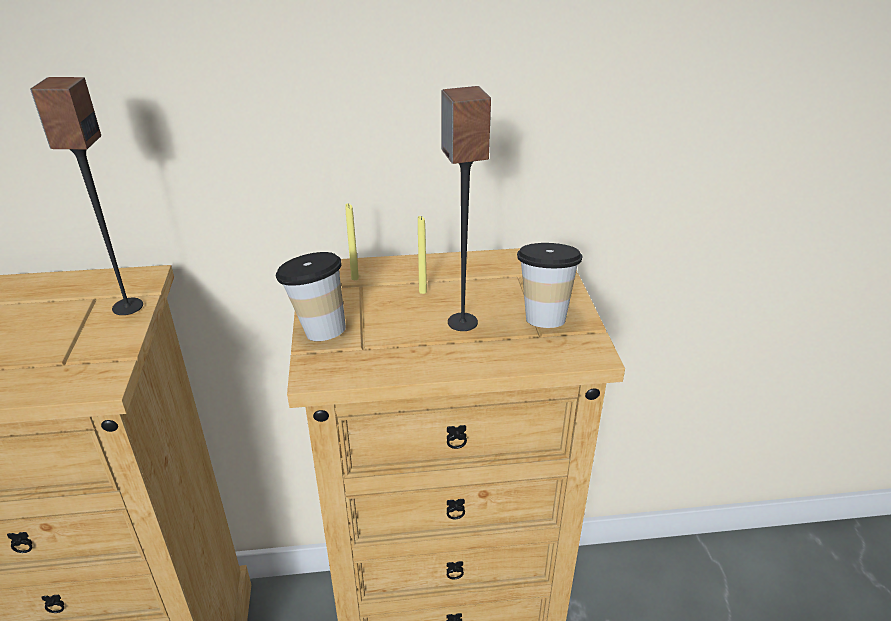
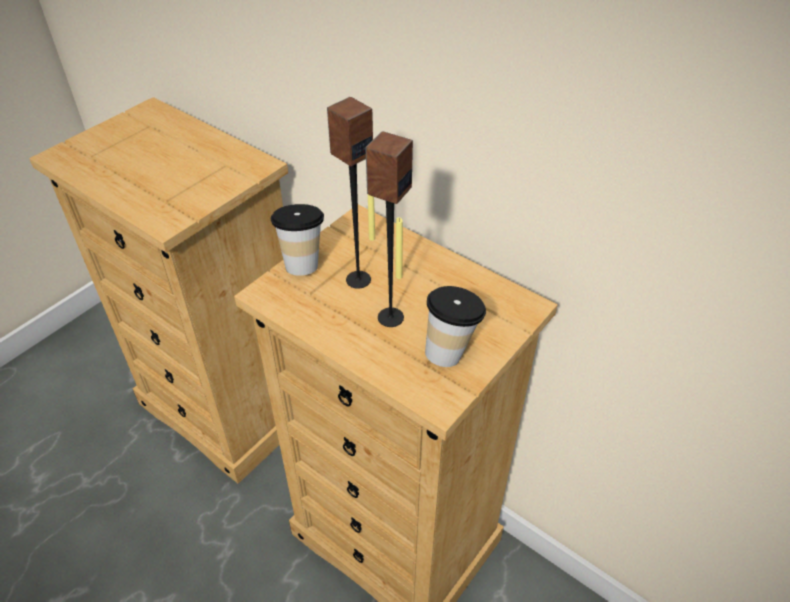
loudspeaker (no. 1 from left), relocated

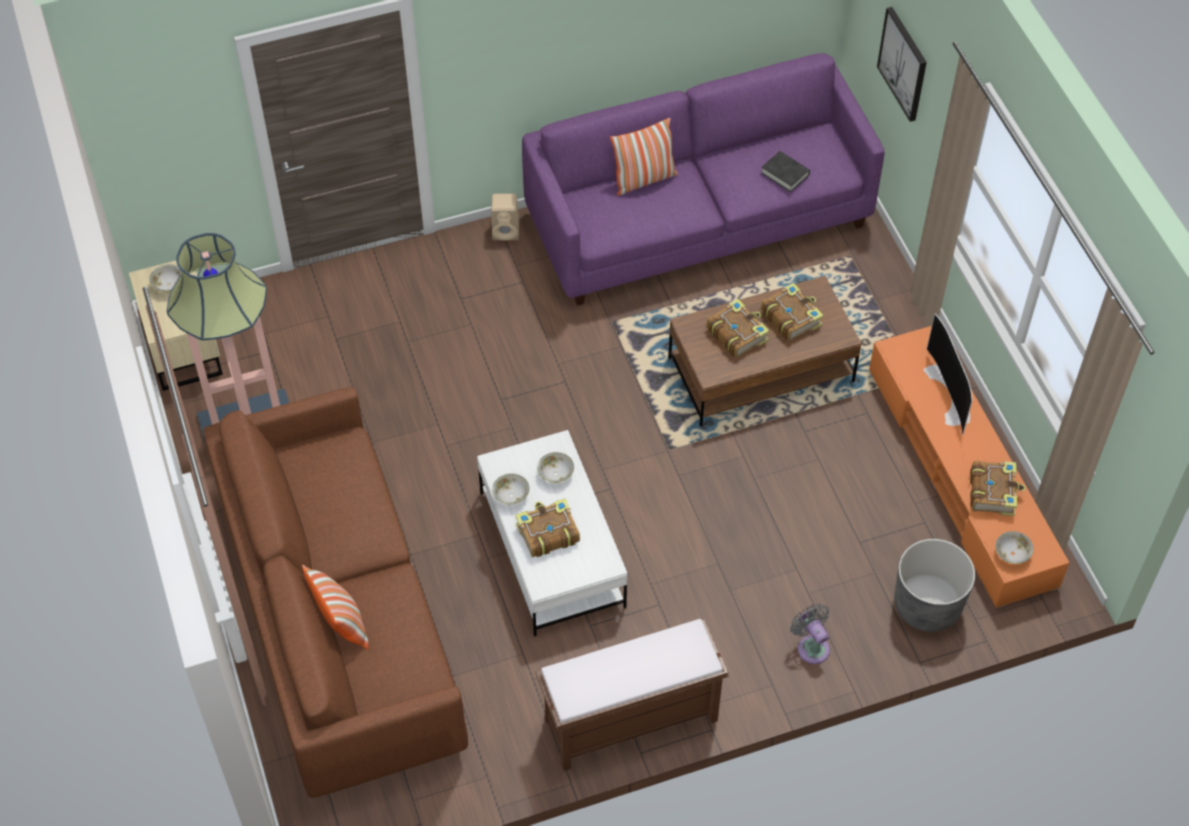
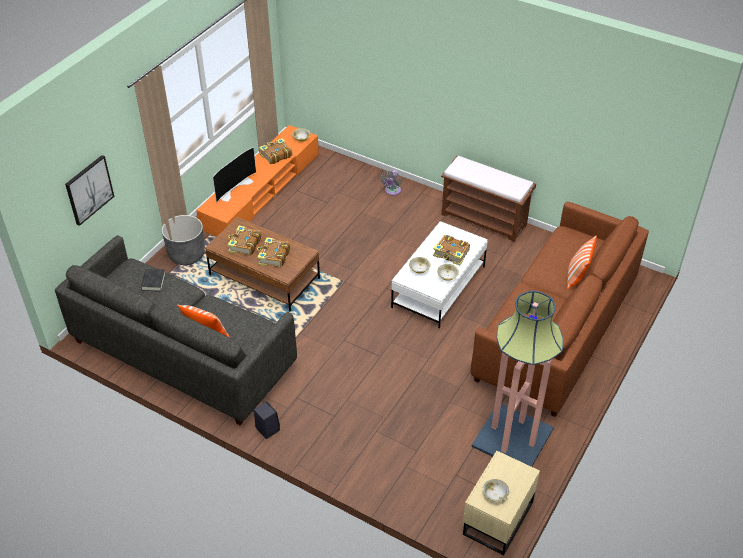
greyish planter, relocated
beige-coloured loudspeaker → blackish loudspeaker
purple-coloured sofa → greyish sofa

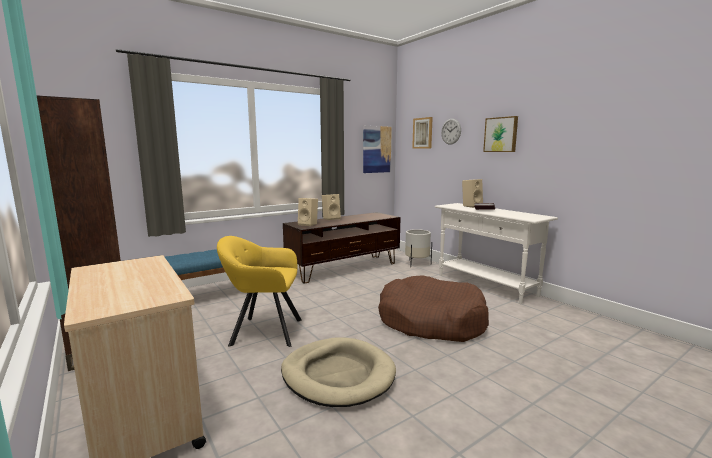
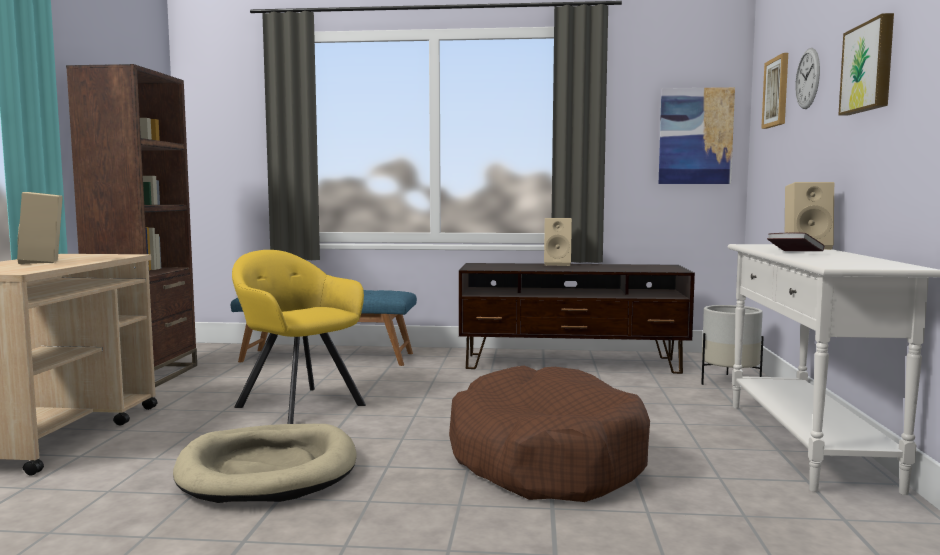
beige-coloured loudspeaker (no. 1 from left), relocated

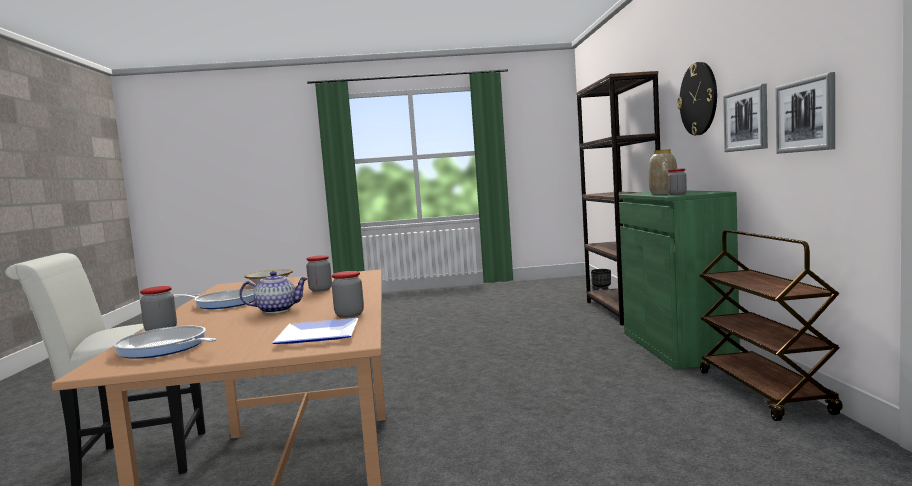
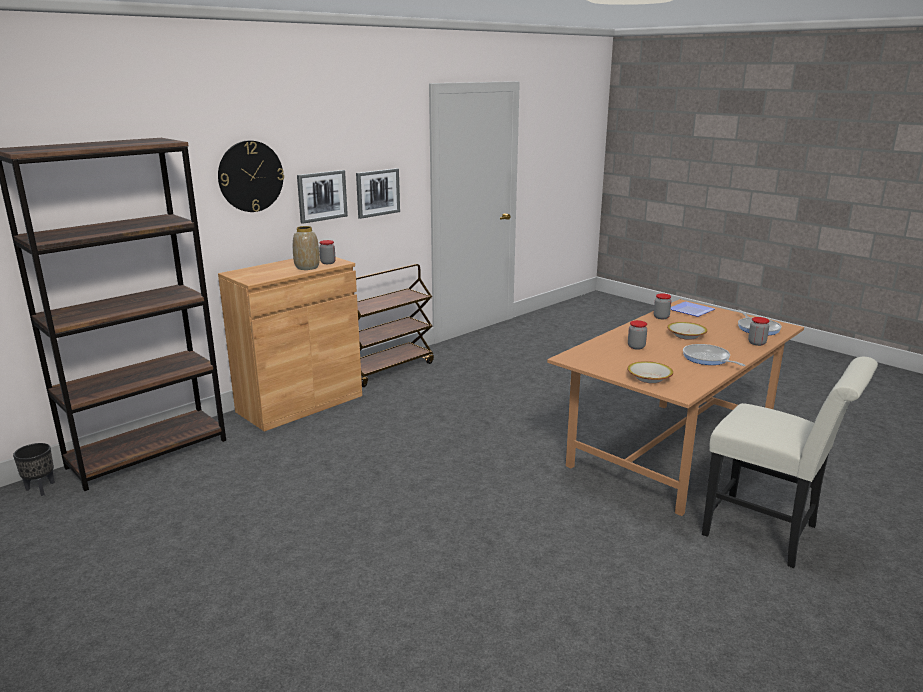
pot for tea → deep dish (no. 2 from left)
green cabinet → brown-coloured cabinet

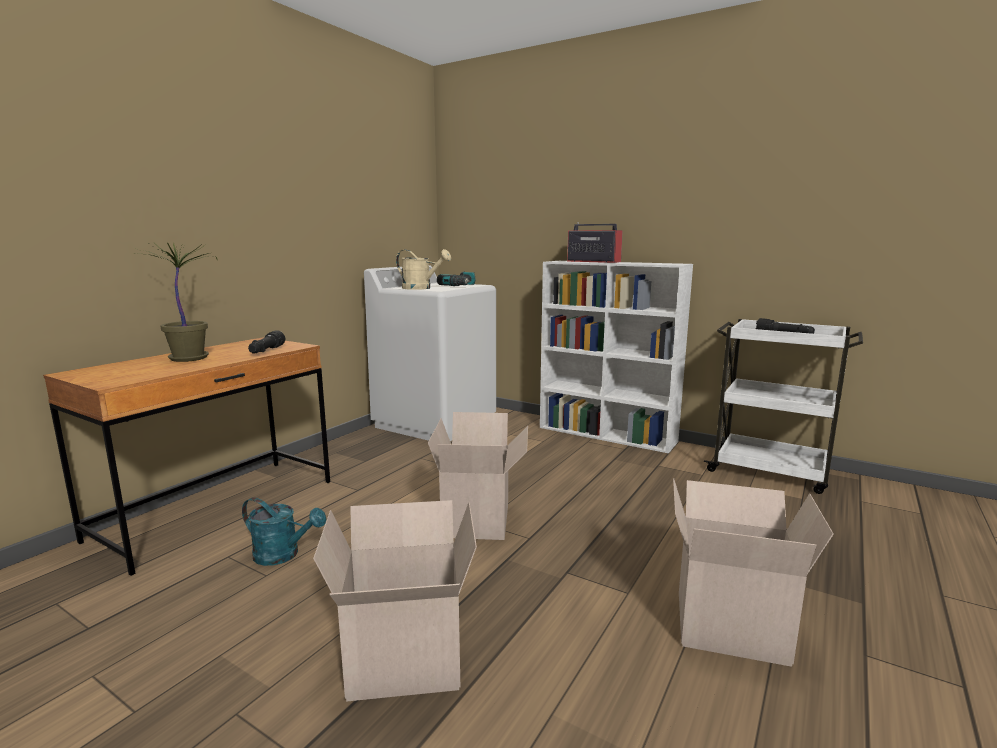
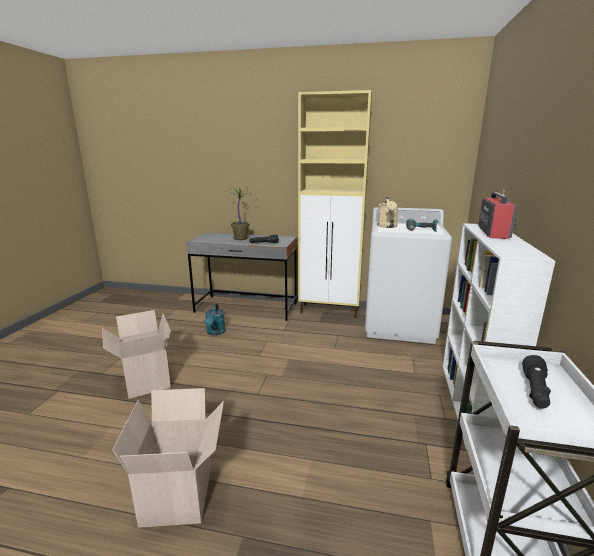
cardboard box (no. 2 from left) → -
- → beige-coloured cabinet
brown-coloured desk unit → greyish desk unit

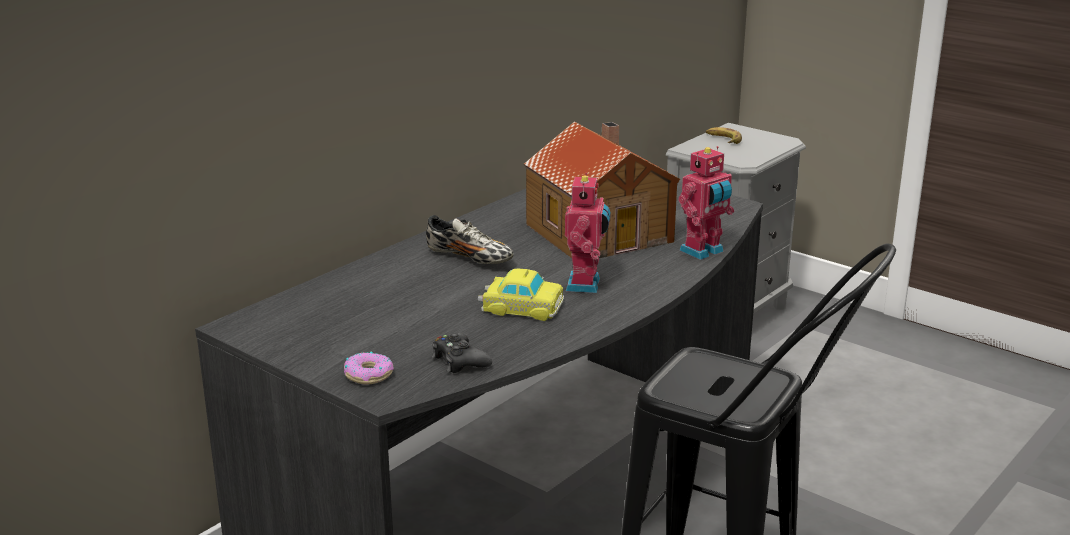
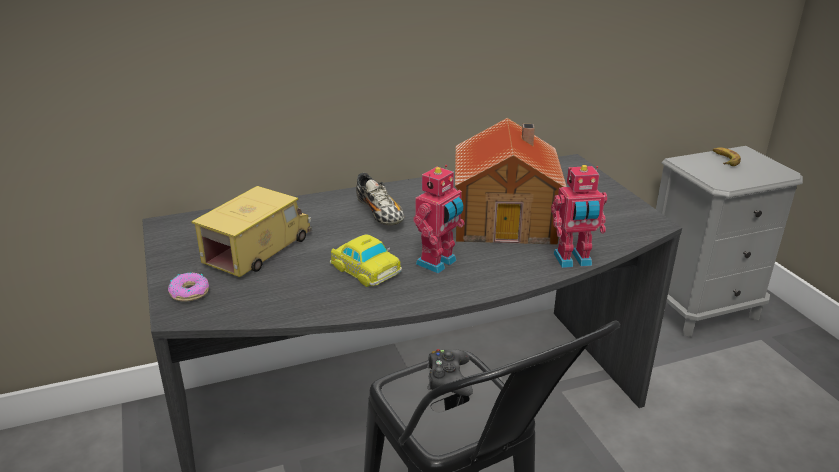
- → toy lorry
blackish gamepad, relocated

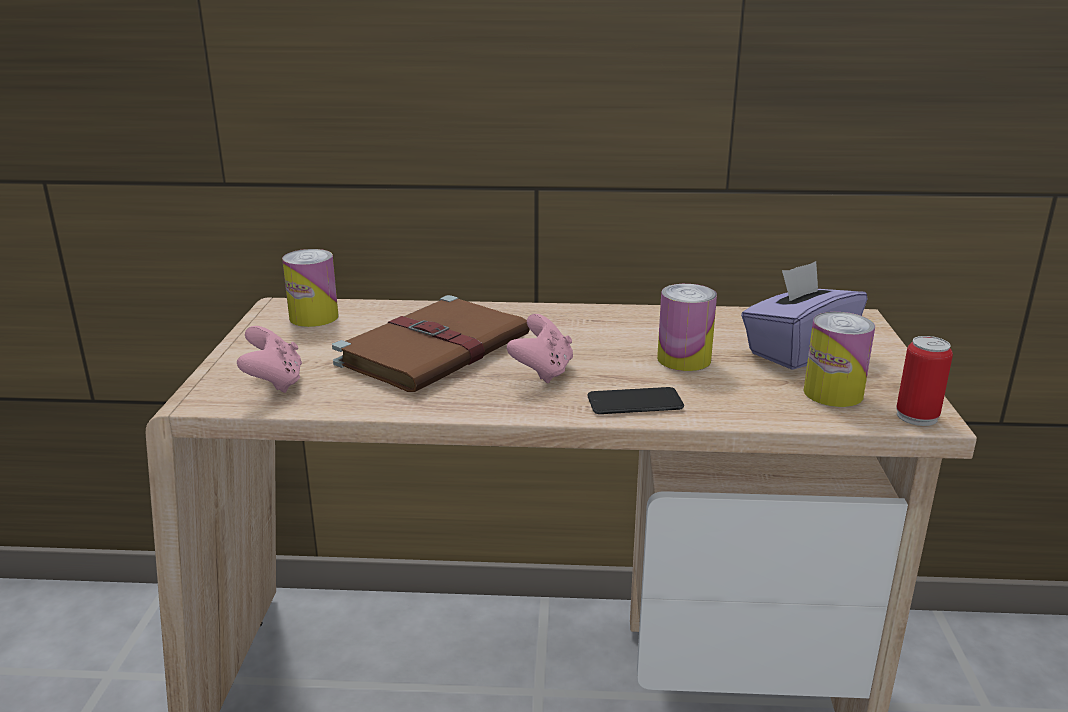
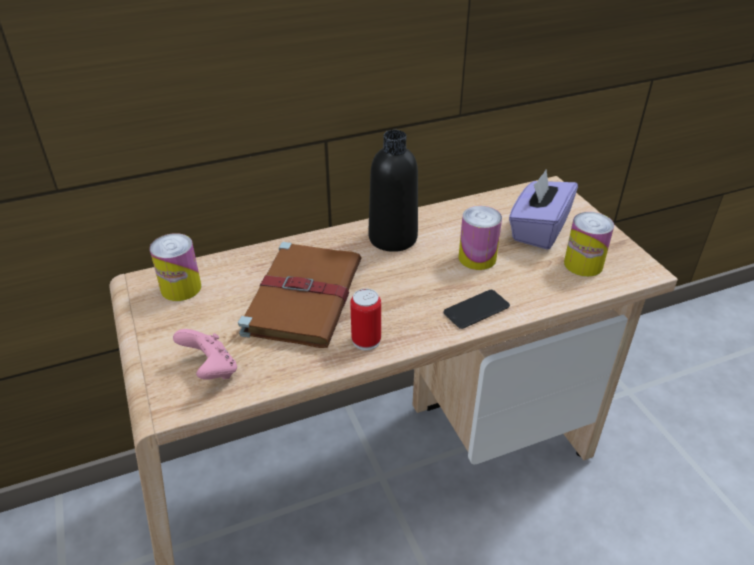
pinkish gamepad (no. 2 from left) → -
- → blackish bottle
can (no. 4 from left in the first image) → can (no. 2 from left), relocated

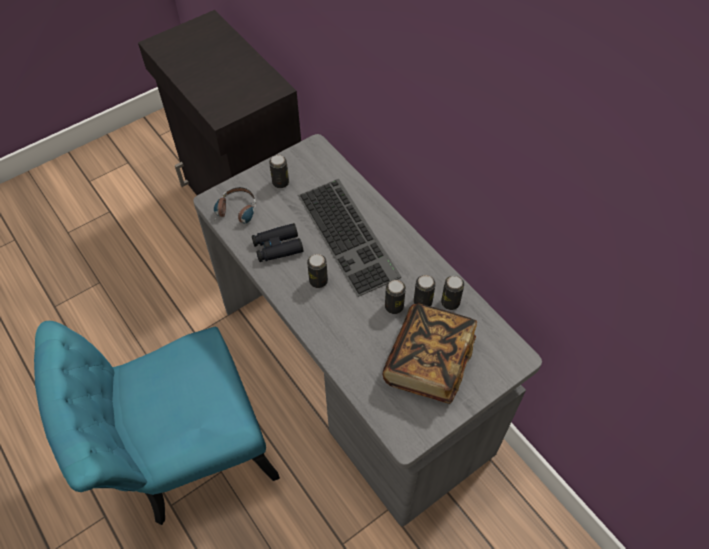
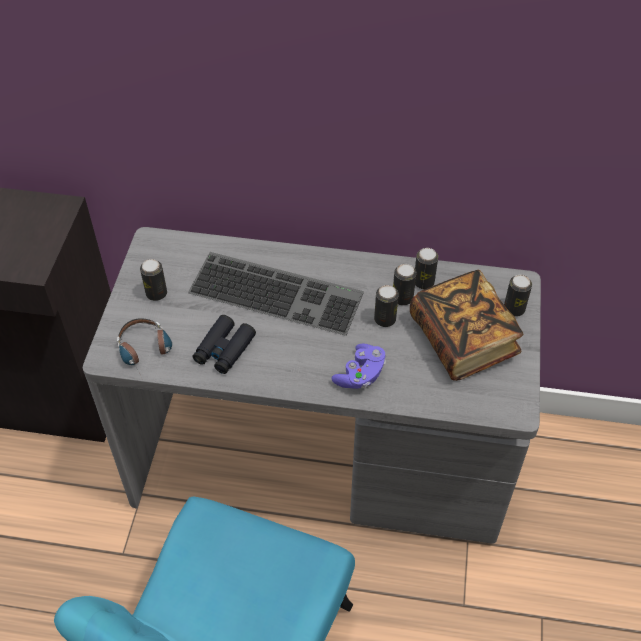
- → purple-coloured gamepad
can (no. 2 from left in the first image) → can (no. 5 from left), relocated

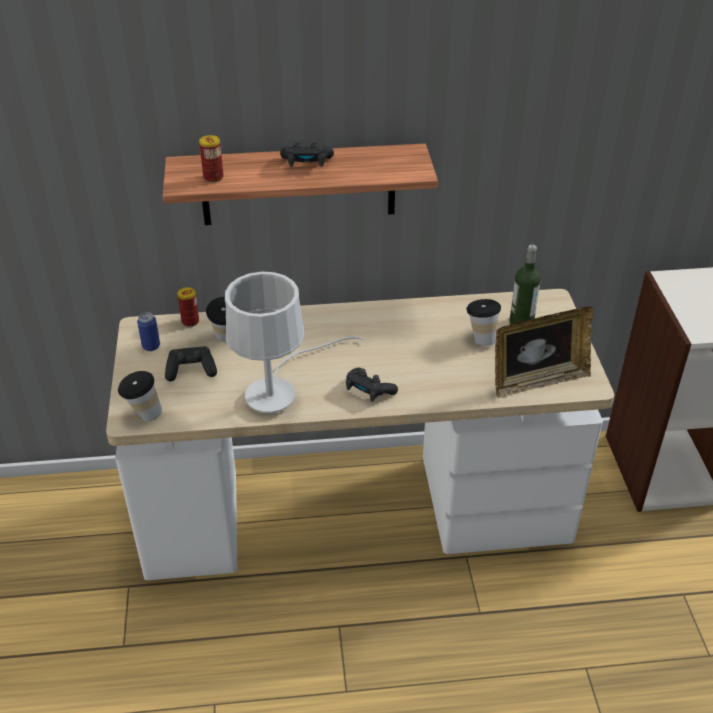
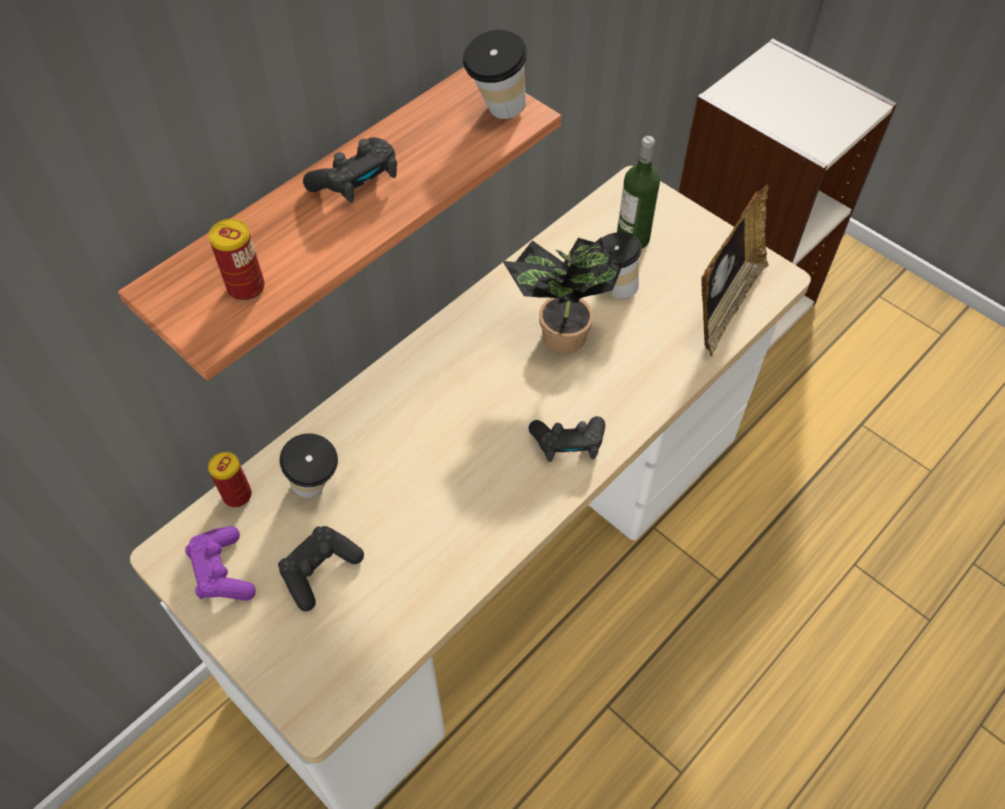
whitish tabletop lamp → -
- → houseplant
cup (no. 1 from left in the first image) → cup (no. 2 from left), relocated
can (no. 1 from left) → purple-coloured gamepad

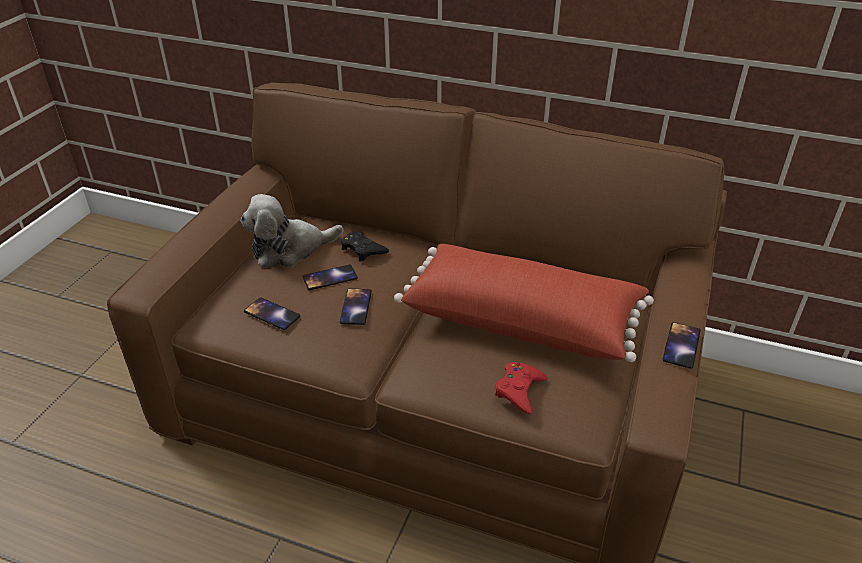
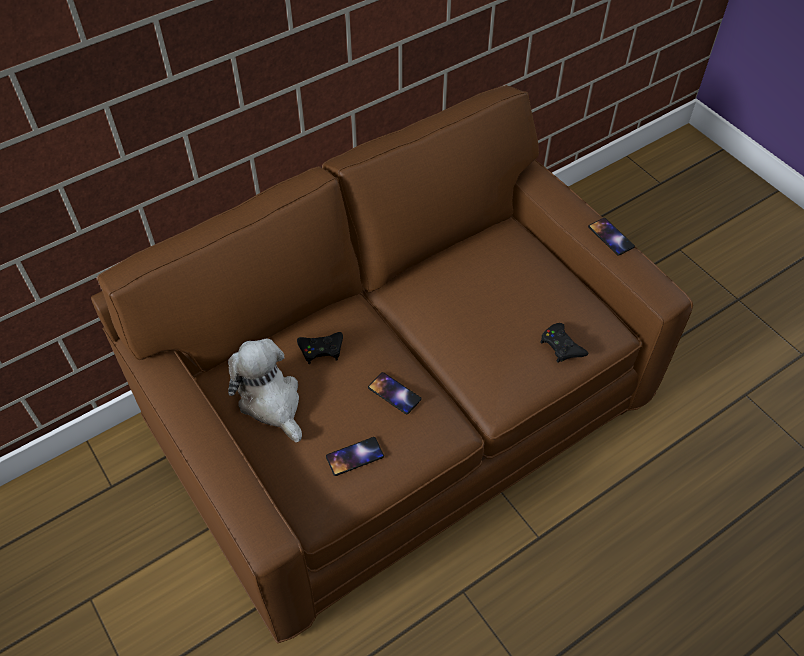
phone (no. 2 from left) → -
red cushion → -
red gamepad → blackish gamepad (no. 2 from left)
soft toy, 135 degrees clockwise

